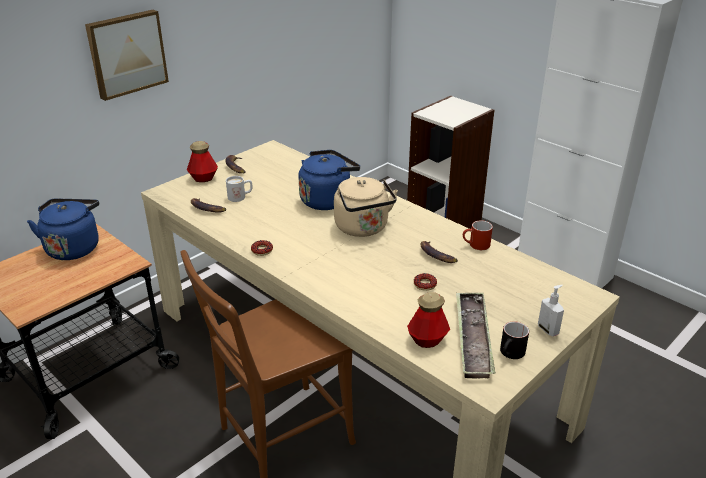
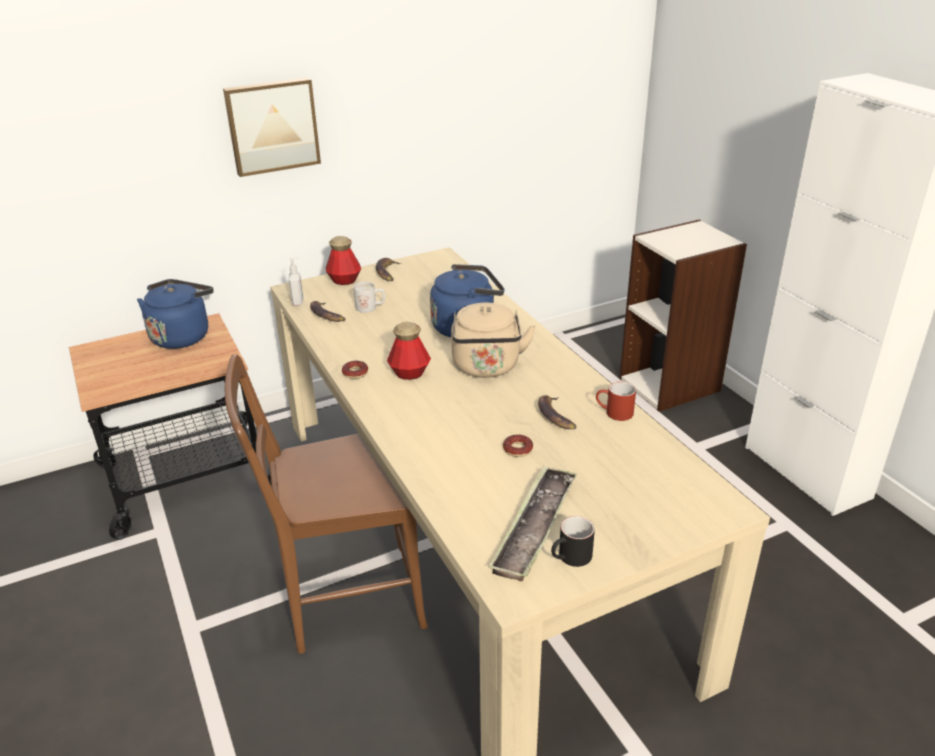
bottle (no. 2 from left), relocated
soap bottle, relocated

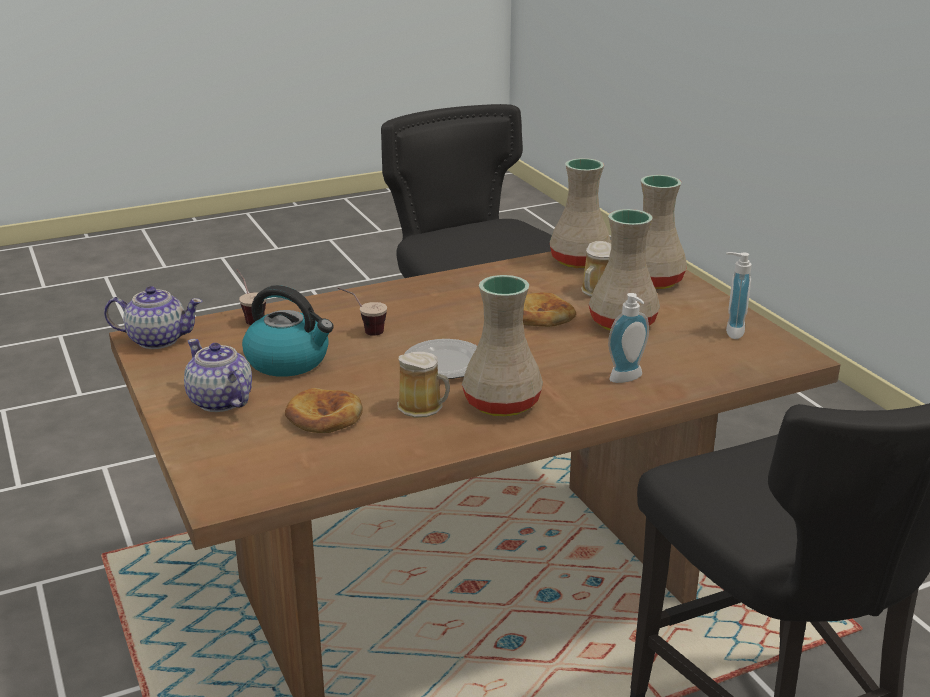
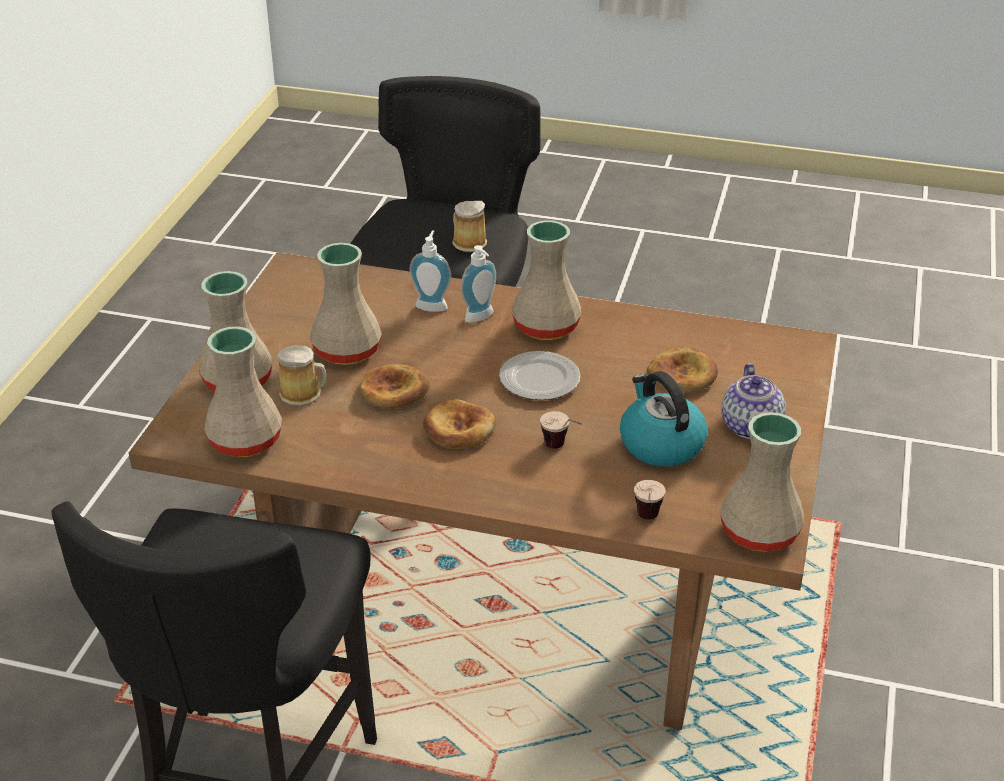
- → bread (no. 2 from left)
tea mug (no. 1 from left in the first image) → tea mug (no. 2 from left), relocated
soap bottle (no. 2 from left), relocated
pot for tea (no. 1 from left) → beige-coloured flower vase (no. 5 from left)

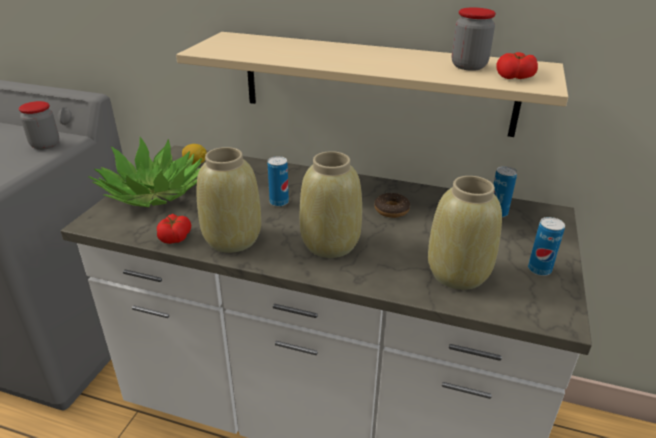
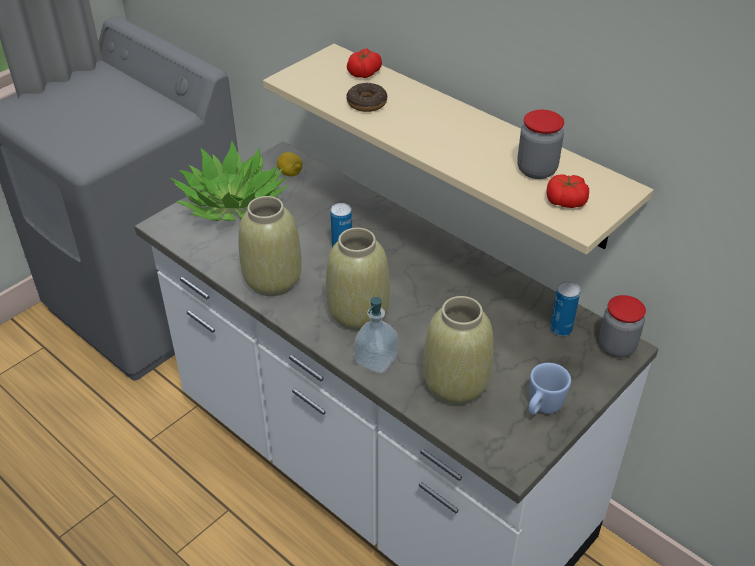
- → soap bottle
storage jar (no. 1 from left in the first image) → storage jar (no. 2 from left), relocated
fresh tomato (no. 1 from left), relocated
donut, relocated
can (no. 3 from left) → blue-coloured tea mug

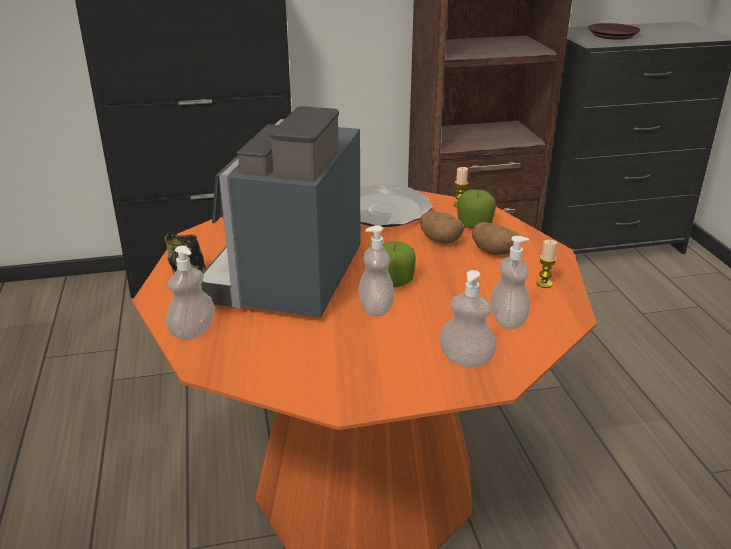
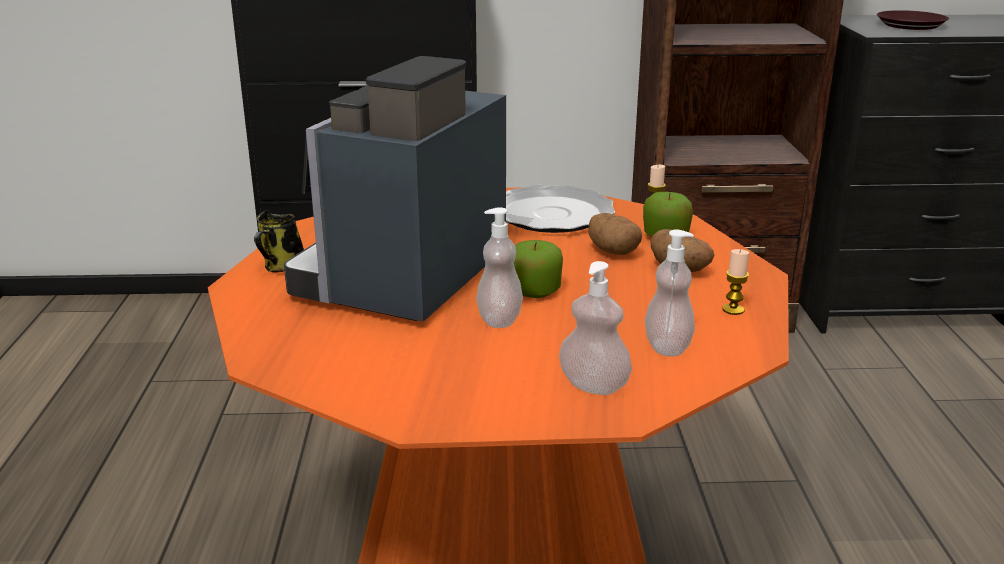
soap bottle (no. 1 from left) → -

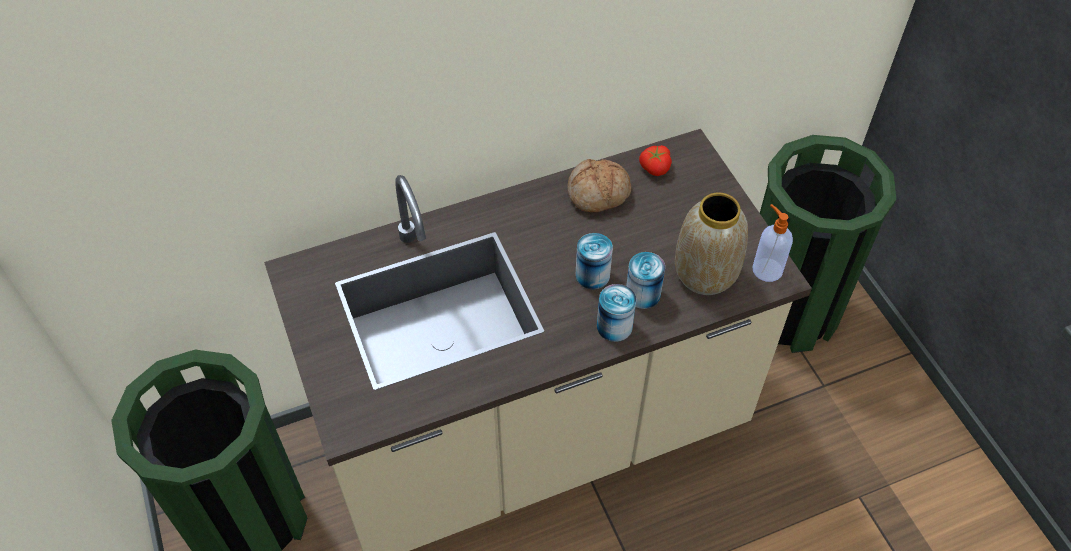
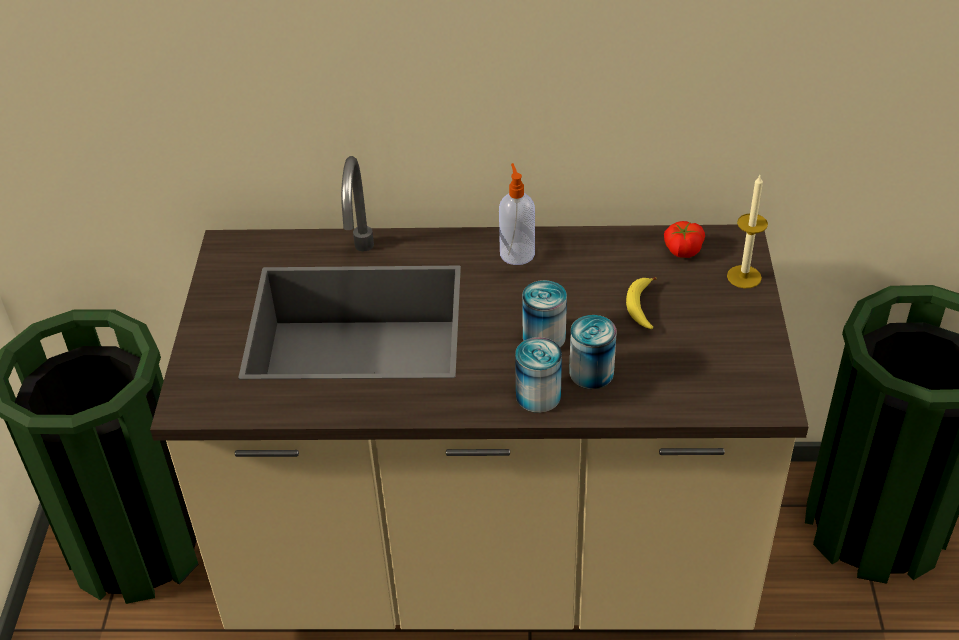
bread → -
flower vase → -
- → banana
- → candle
soap bottle, relocated

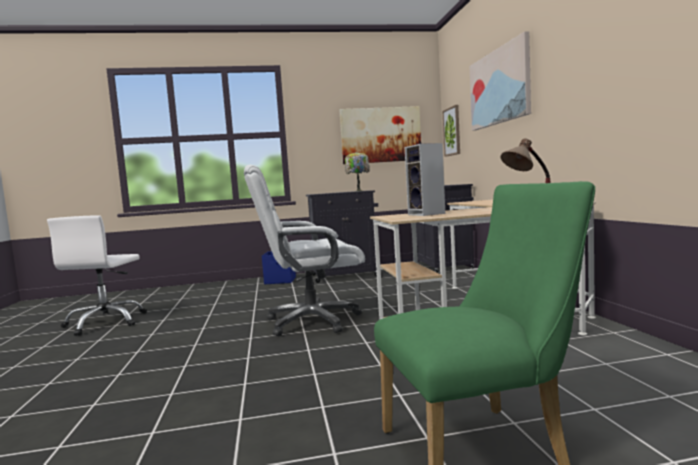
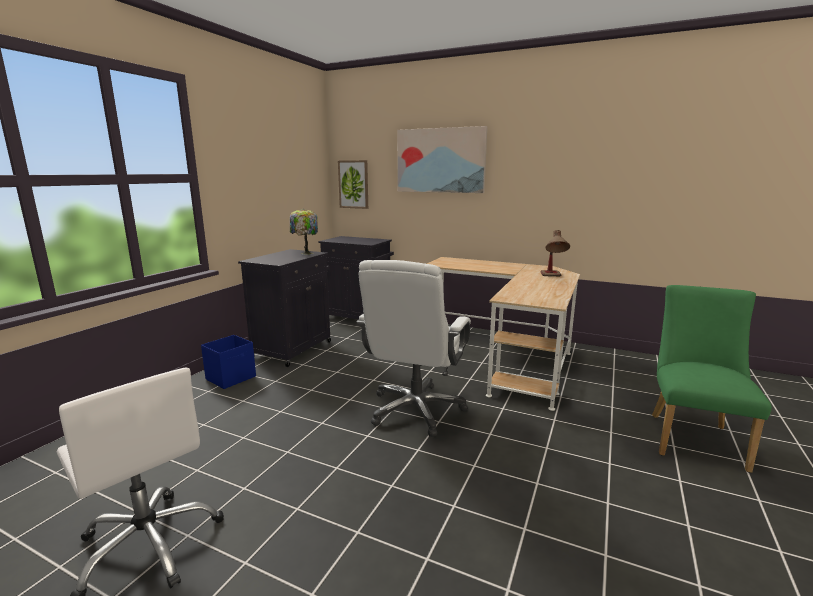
wall art (no. 1 from left) → -
loudspeaker → -

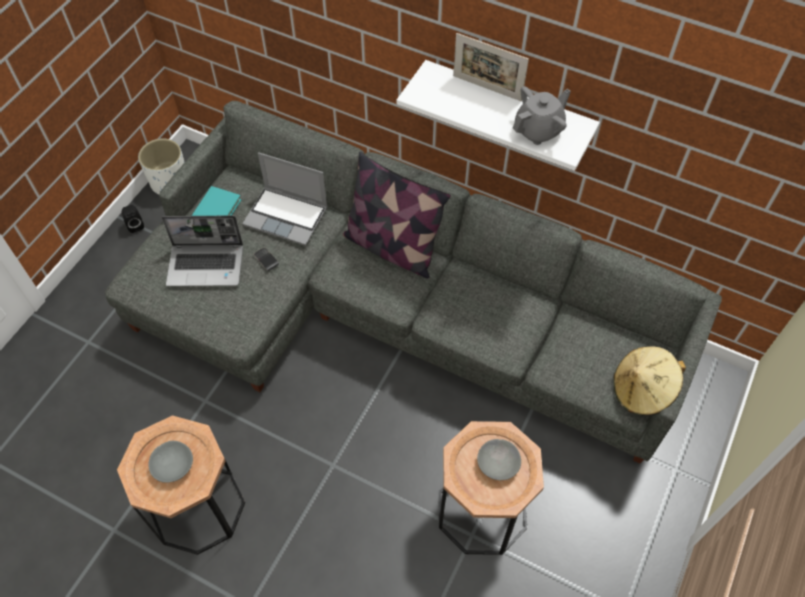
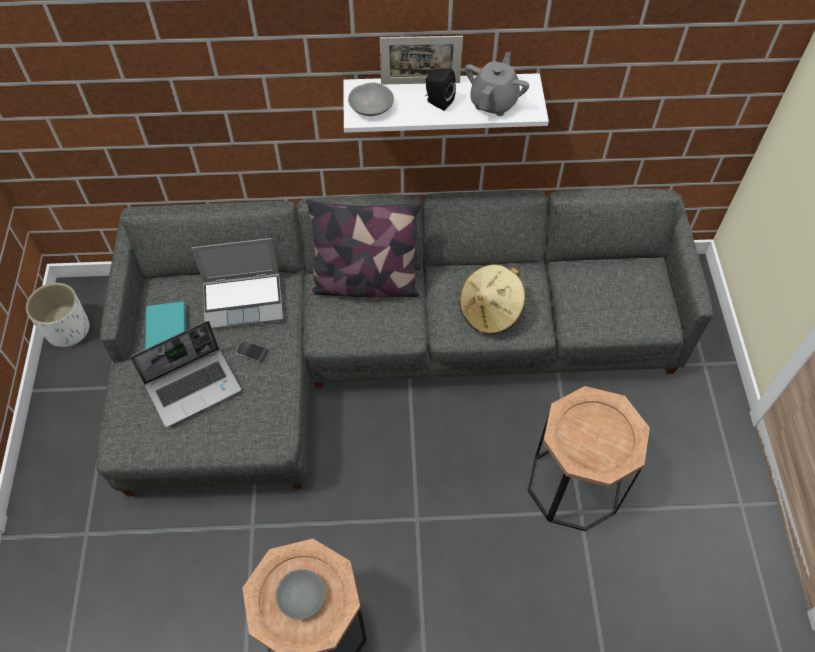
blackish loudspeaker, relocated
greyish deep dish (no. 2 from left), relocated
beige-coloured hat, relocated

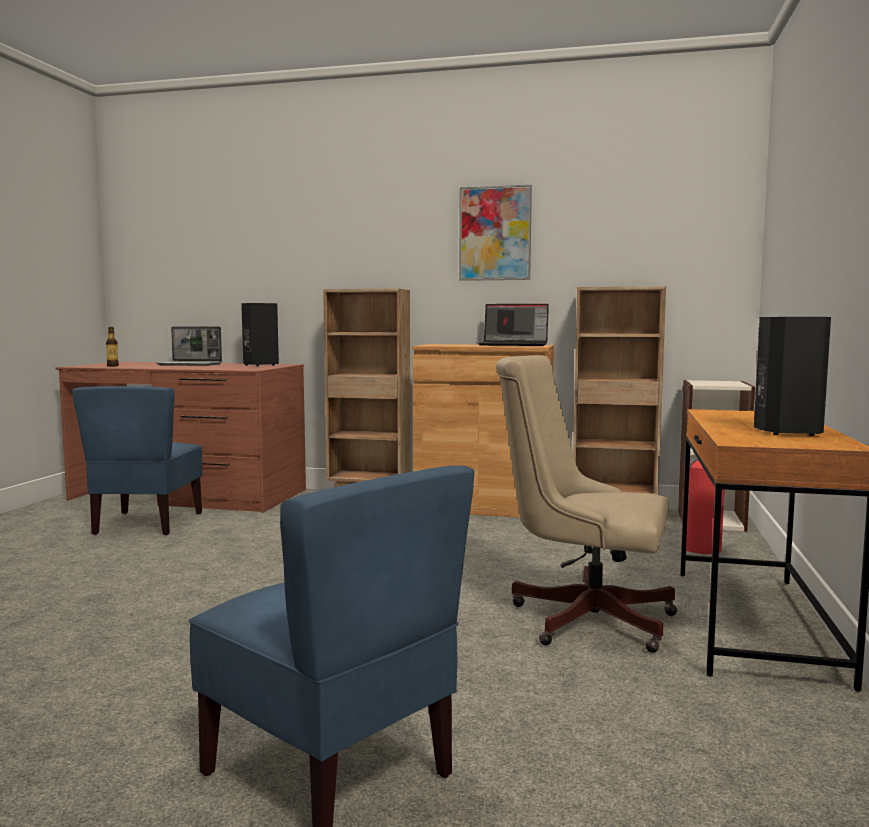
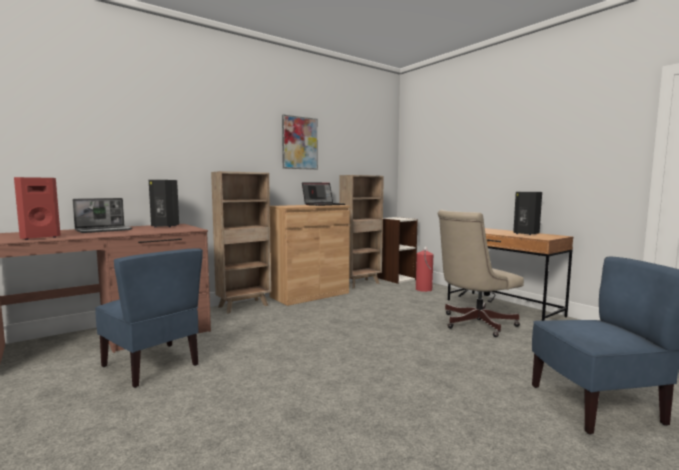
bottle → red loudspeaker

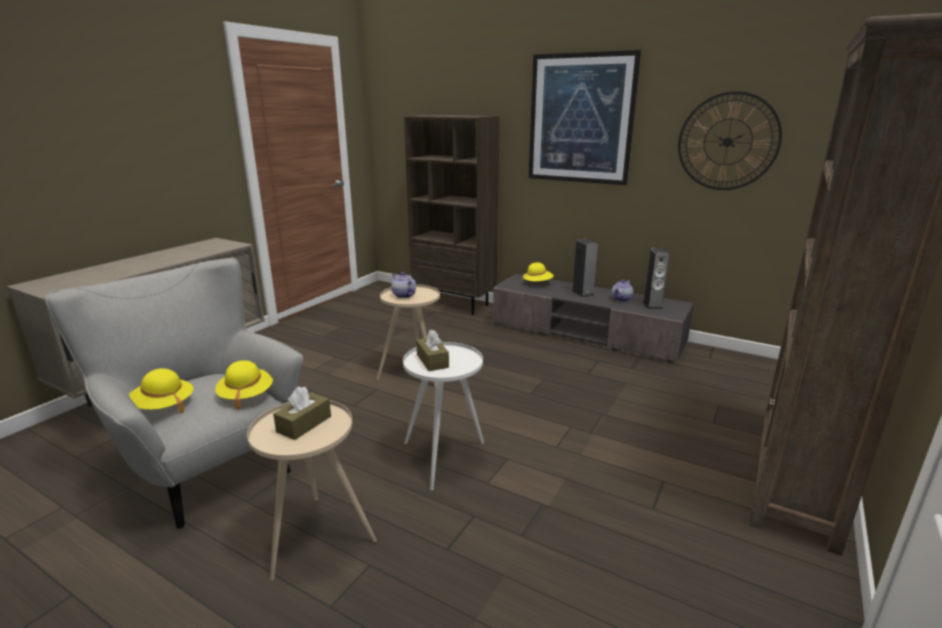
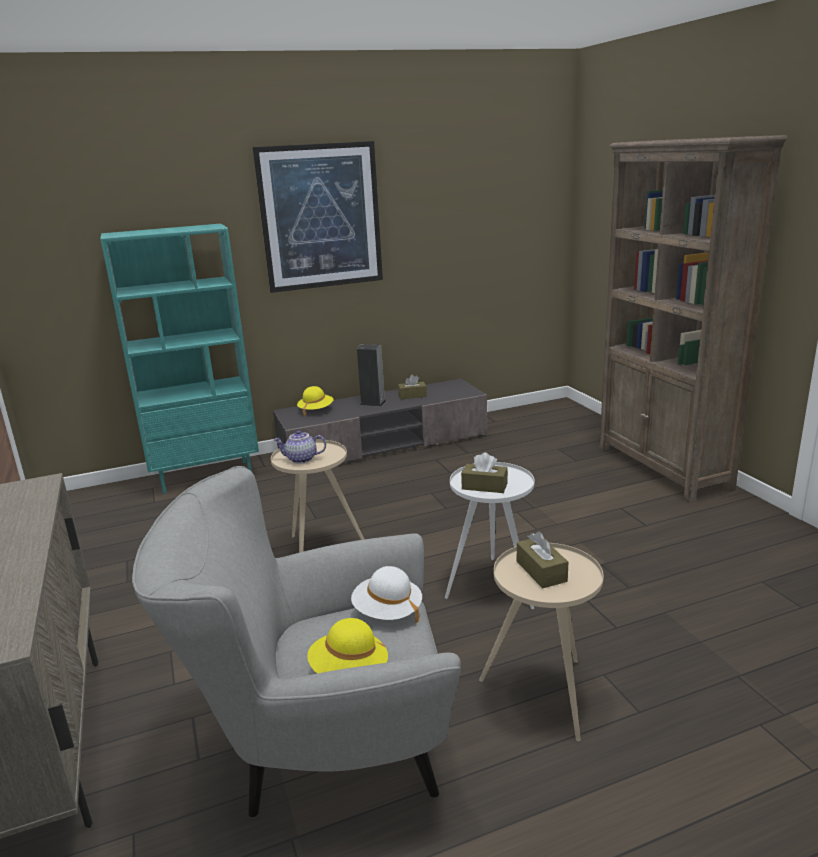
loudspeaker (no. 2 from left) → -
clock on the wall → -
pot for tea (no. 2 from left) → brown-coloured box of tissues (no. 1 from left)
yellowish hat (no. 2 from left) → whitish hat
brown-coloured bookcase (no. 1 from left) → turquoise-coloured bookcase

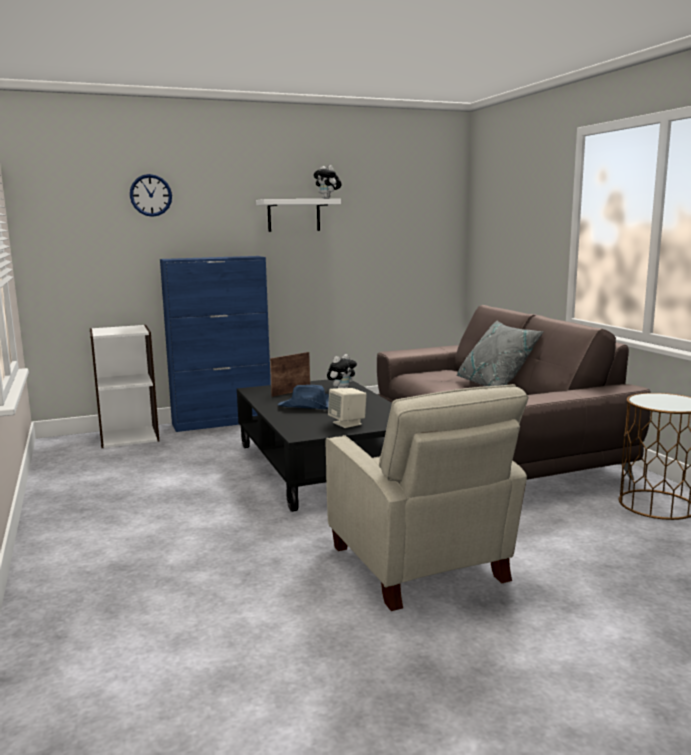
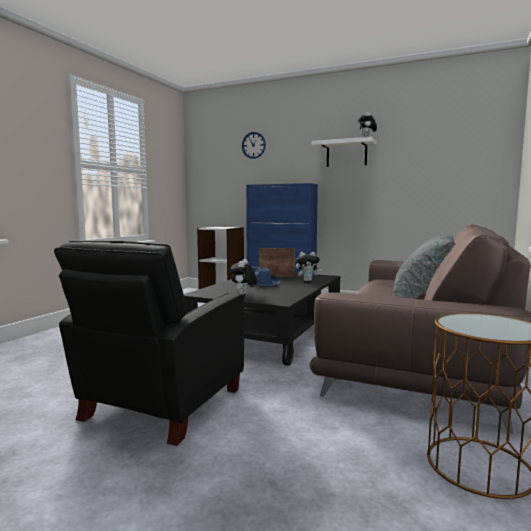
beige-coloured loudspeaker → soft toy (no. 1 from left)
beige-coloured armchair → blackish armchair

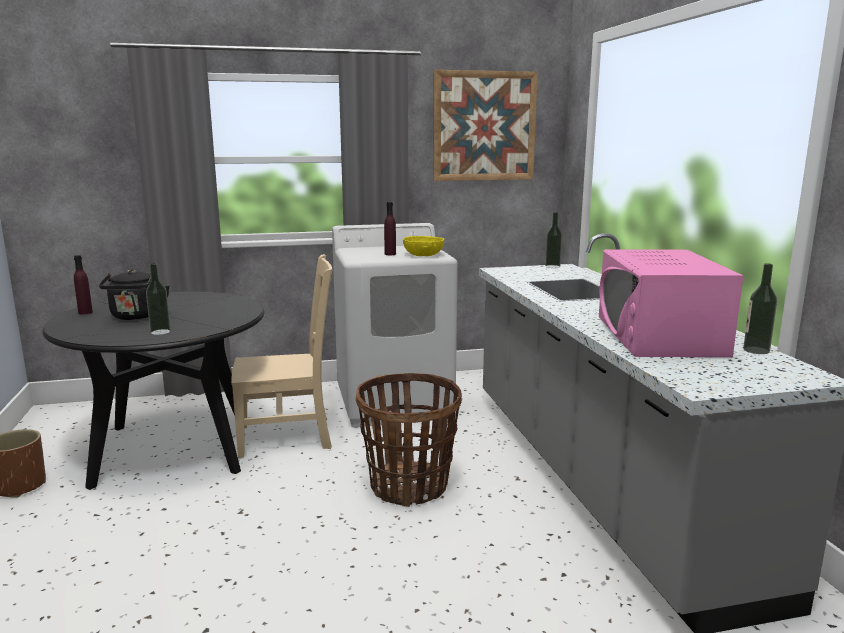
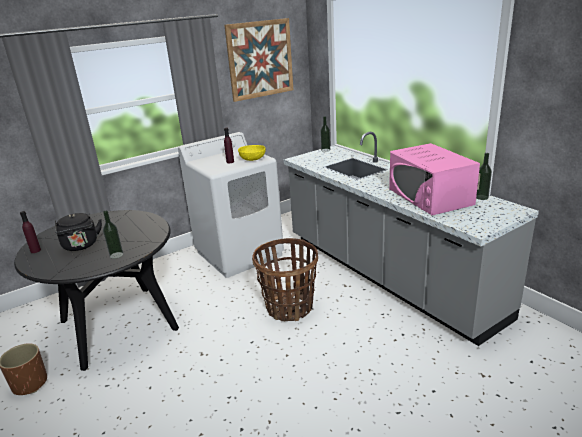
beige-coloured plain chair → -

